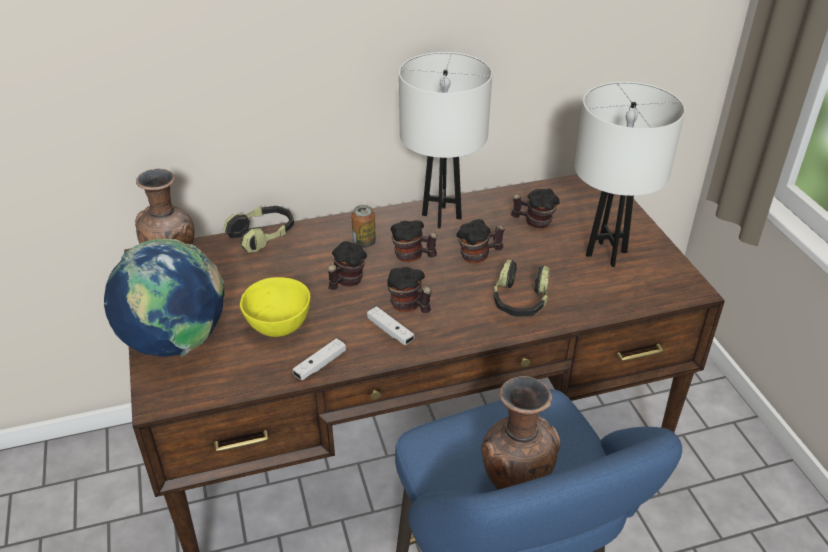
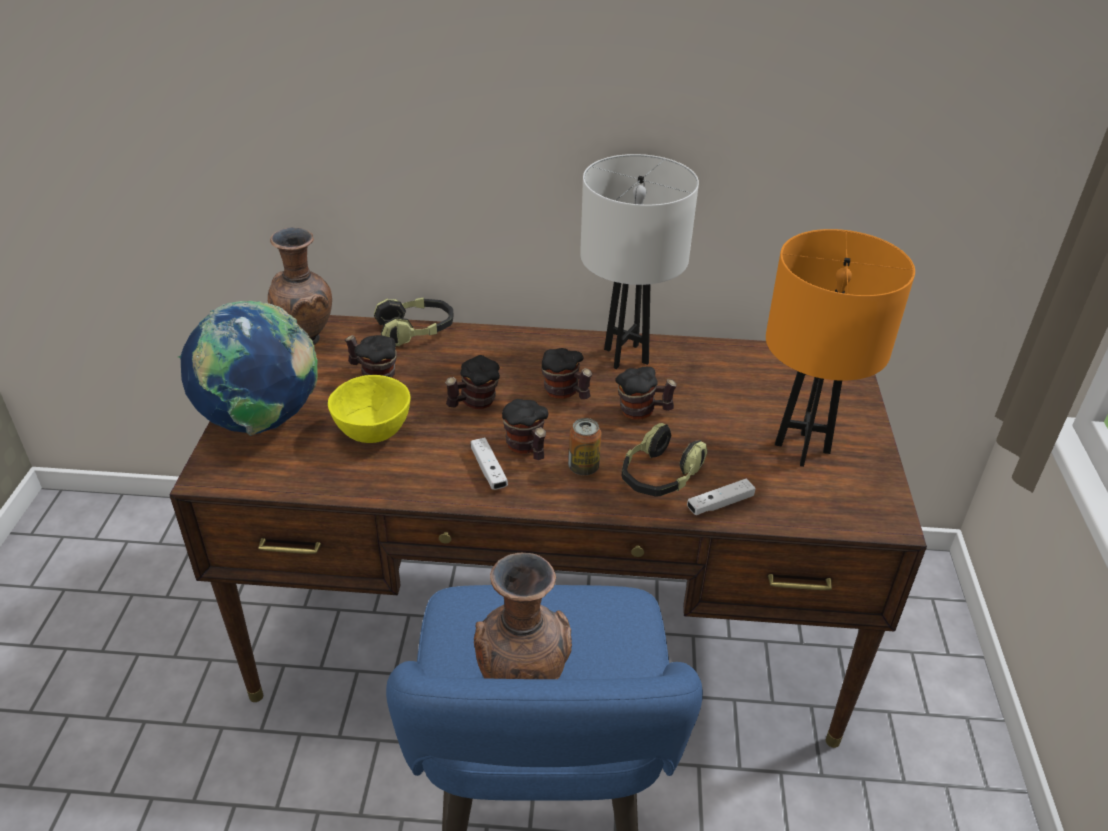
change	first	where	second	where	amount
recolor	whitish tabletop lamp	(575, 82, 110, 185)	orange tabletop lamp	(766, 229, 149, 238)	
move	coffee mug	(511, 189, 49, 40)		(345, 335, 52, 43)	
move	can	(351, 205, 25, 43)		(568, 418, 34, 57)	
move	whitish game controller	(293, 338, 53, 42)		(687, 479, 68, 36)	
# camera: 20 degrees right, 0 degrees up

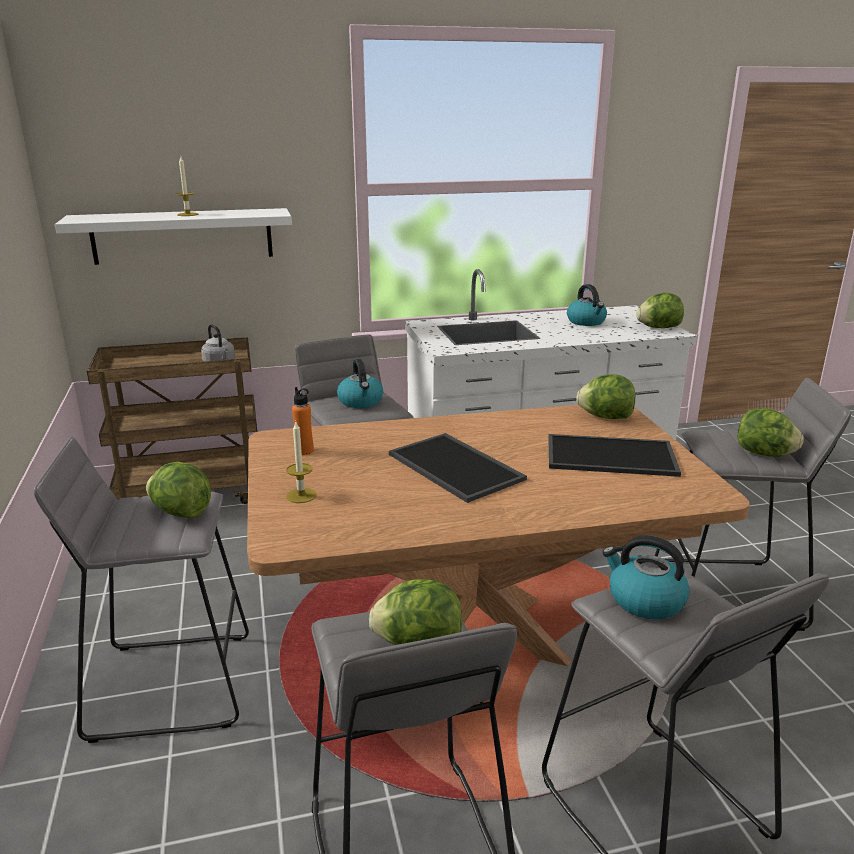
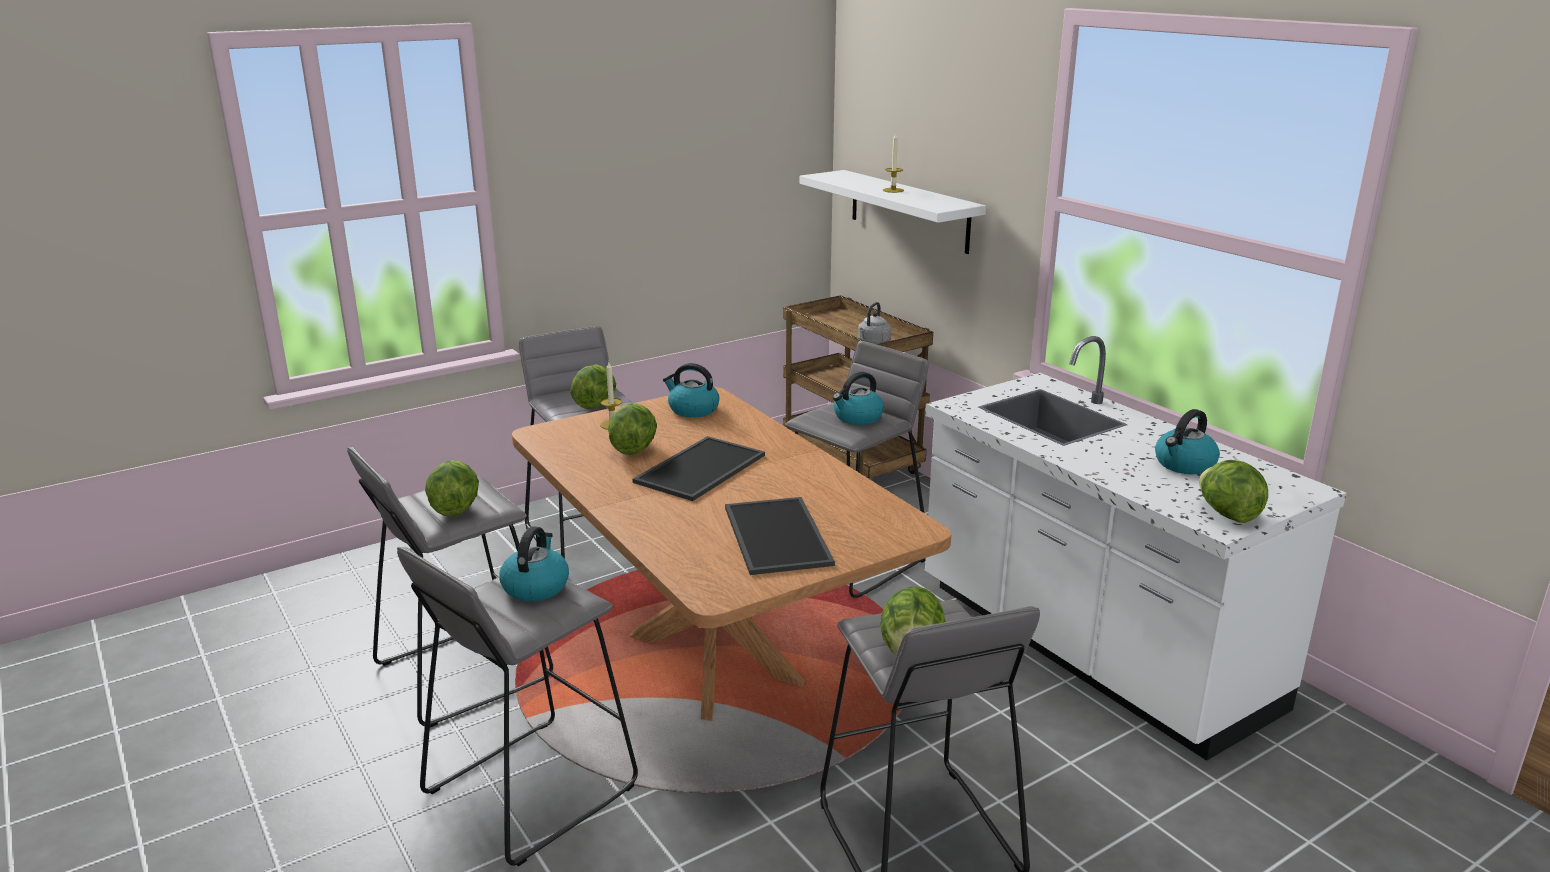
change	first	where	second	where	amount
move	lettuce head	(576, 374, 59, 45)		(608, 403, 49, 52)	
replace	orange beverage bottle	(292, 387, 21, 68)	tea kettle	(663, 363, 56, 55)	
# camera: 70 degrees right, 0 degrees up

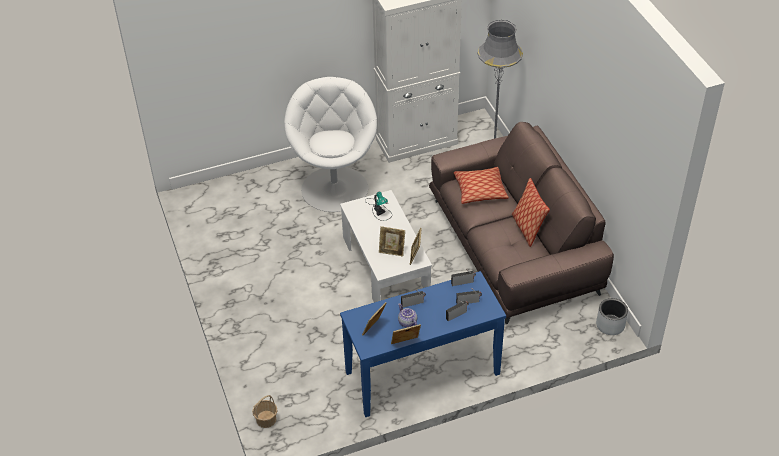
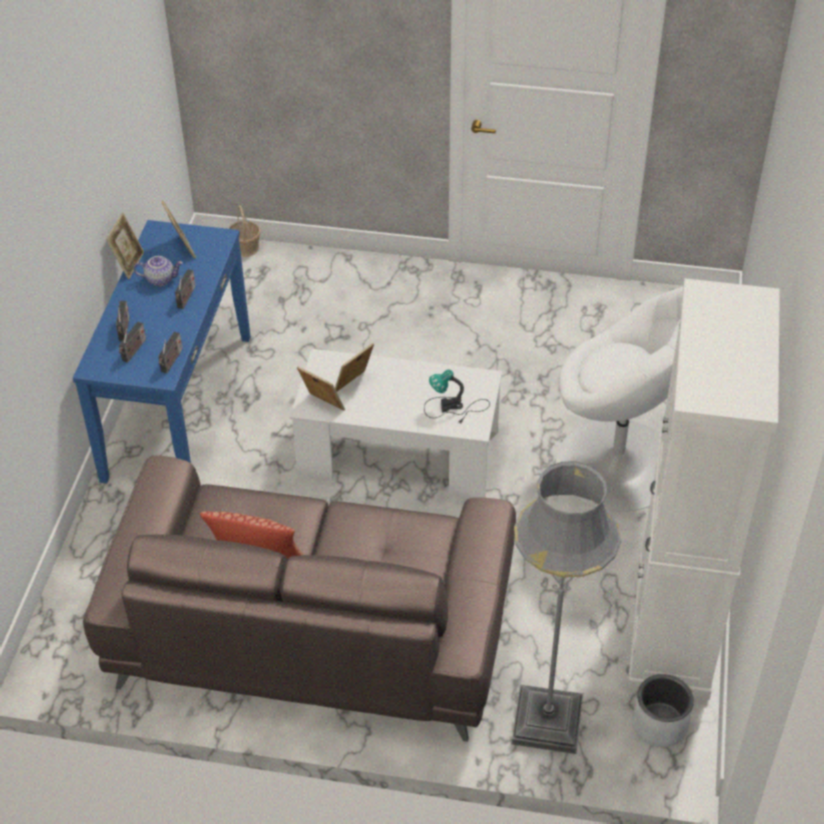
change	first	where	second	where	amount
delete	cushion	(454, 167, 55, 37)			
move	greyish plant pot	(596, 298, 32, 37)		(632, 674, 62, 73)	
# camera: 120 degrees right, 0 degrees up

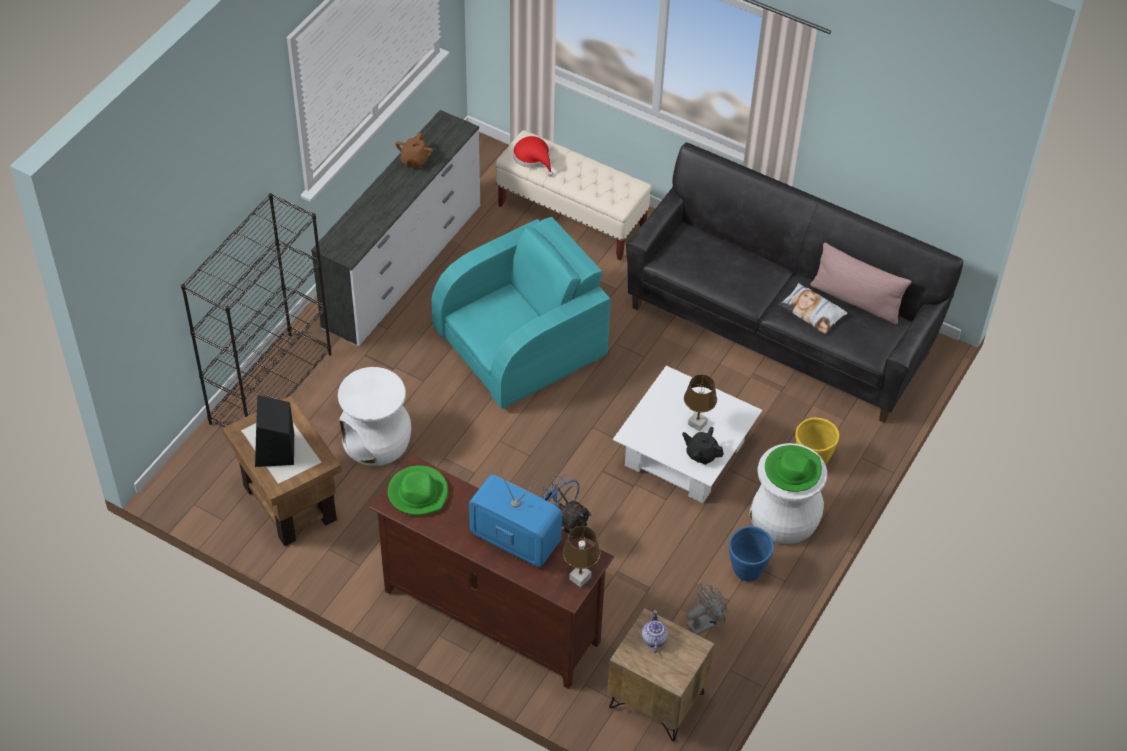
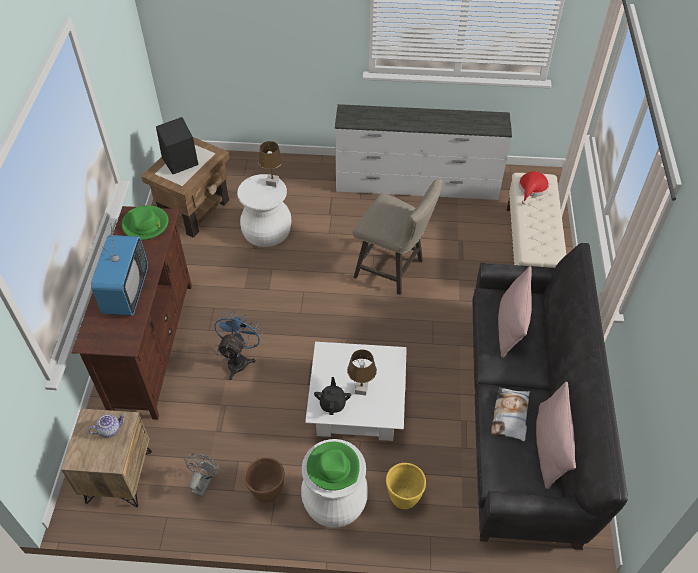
change	first	where	second	where	amount
delete	brown-coloured pot for tea	(395, 133, 38, 35)			
delete	black-coloured bookcase	(181, 193, 151, 234)			
replace	turquoise armchair	(432, 217, 178, 192)	beige stool	(353, 179, 90, 116)	
move	brown-coloured tabletop lamp	(563, 526, 37, 61)		(258, 141, 25, 46)	
recolor	bluish plant pot	(729, 526, 45, 56)	brown-coloured plant pot	(244, 457, 40, 46)	
rotate	greyish cooling fan	(686, 583, 42, 52)		(184, 453, 36, 44)	105 degrees counterclockwise
insert			pink cushion	(498, 266, 34, 92)	
# camera: 65 degrees right, 0 degrees up

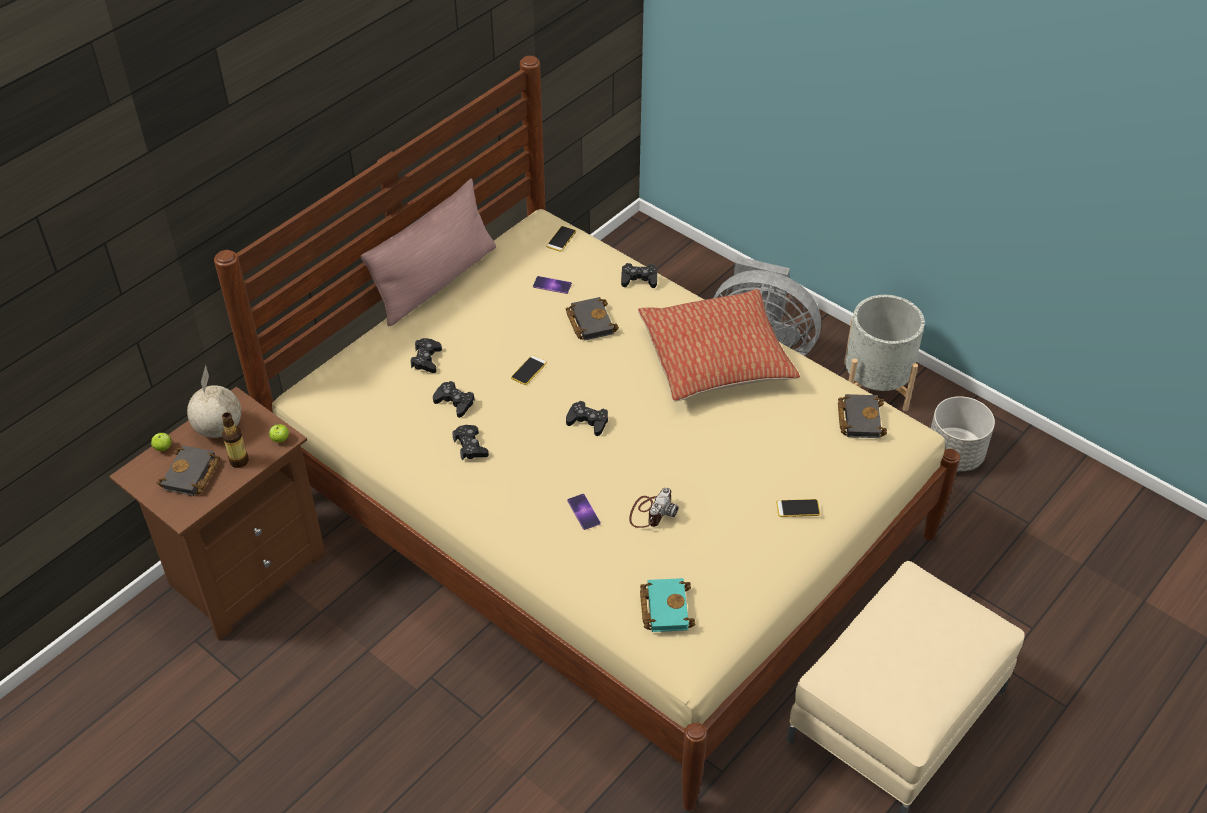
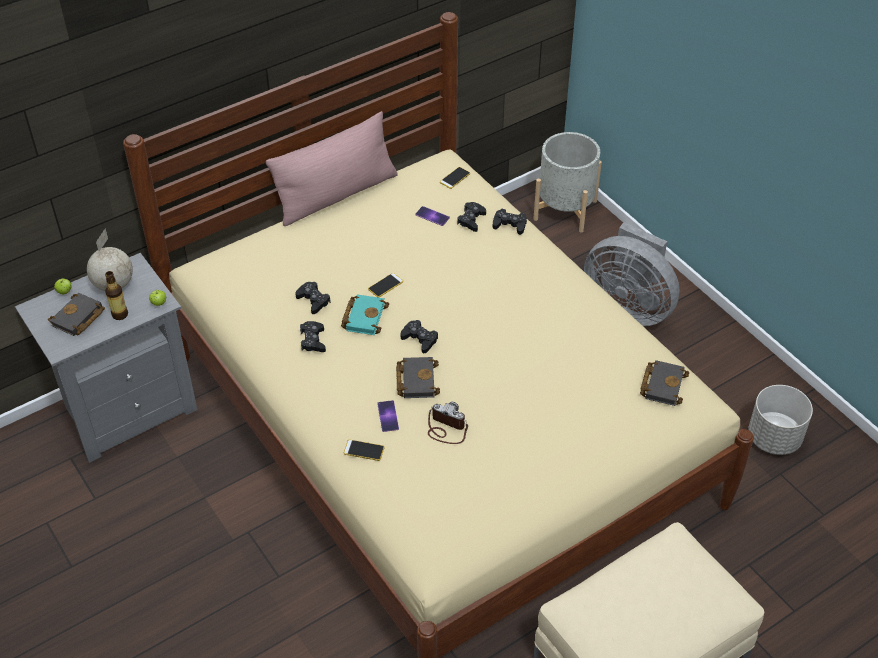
change	first	where	second	where	amount
delete	cushion	(638, 289, 162, 112)			
move	greyish plant pot	(844, 295, 81, 116)		(533, 132, 69, 100)	
move	black-coloured book	(566, 297, 53, 43)		(396, 357, 44, 41)	
move	black-coloured game controller	(411, 338, 31, 35)		(457, 202, 29, 30)	
recolor	brown-coloured night table	(109, 387, 217, 254)	greyish night table	(15, 253, 183, 210)	
rotate	photo camera	(629, 488, 49, 40)		(428, 402, 40, 42)	105 degrees counterclockwise
move	telephone	(776, 499, 44, 18)		(344, 440, 40, 21)	
move	turquoise book	(640, 578, 55, 54)		(341, 294, 48, 41)	
# camera: 15 degrees right, 0 degrees up

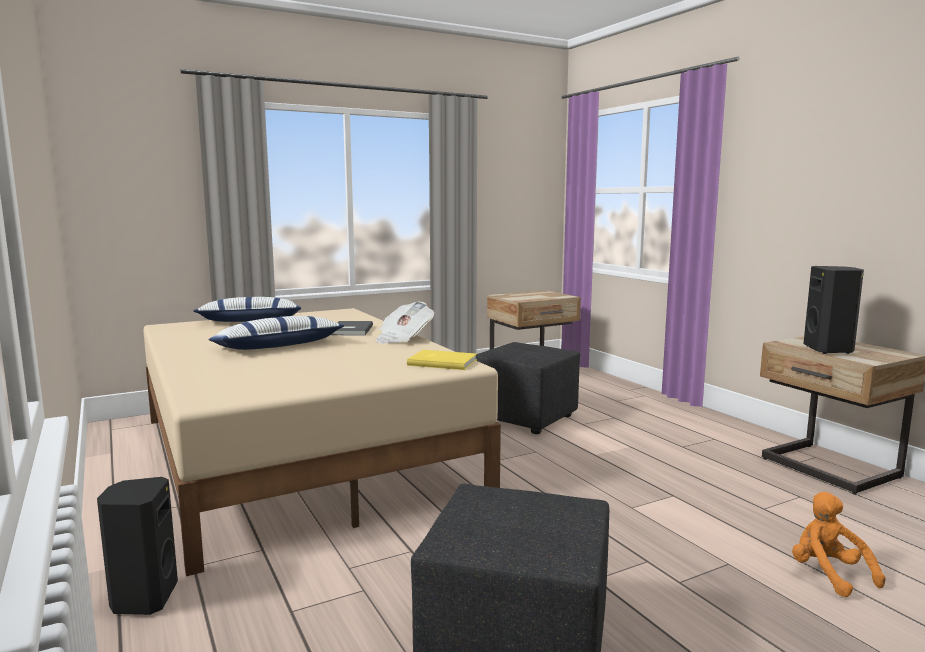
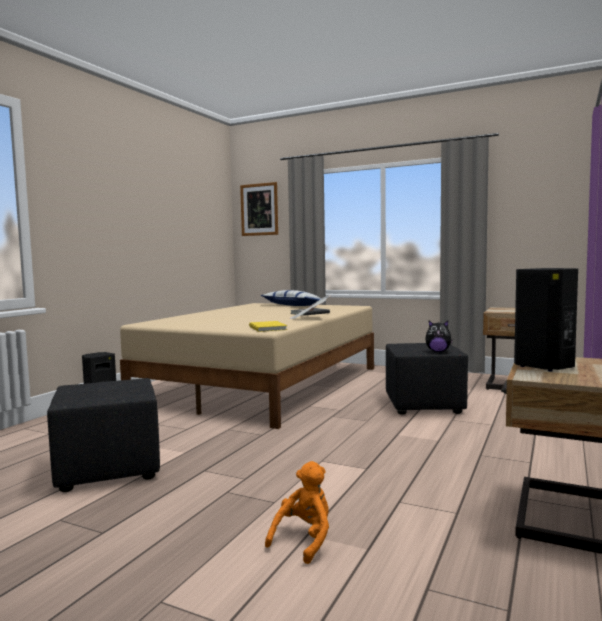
change	first	where	second	where	amount
delete	cushion	(209, 316, 135, 34)			
insert			wall art	(240, 182, 38, 54)	
insert			plush toy	(425, 321, 28, 31)	
# camera: 55 degrees right, 5 degrees down

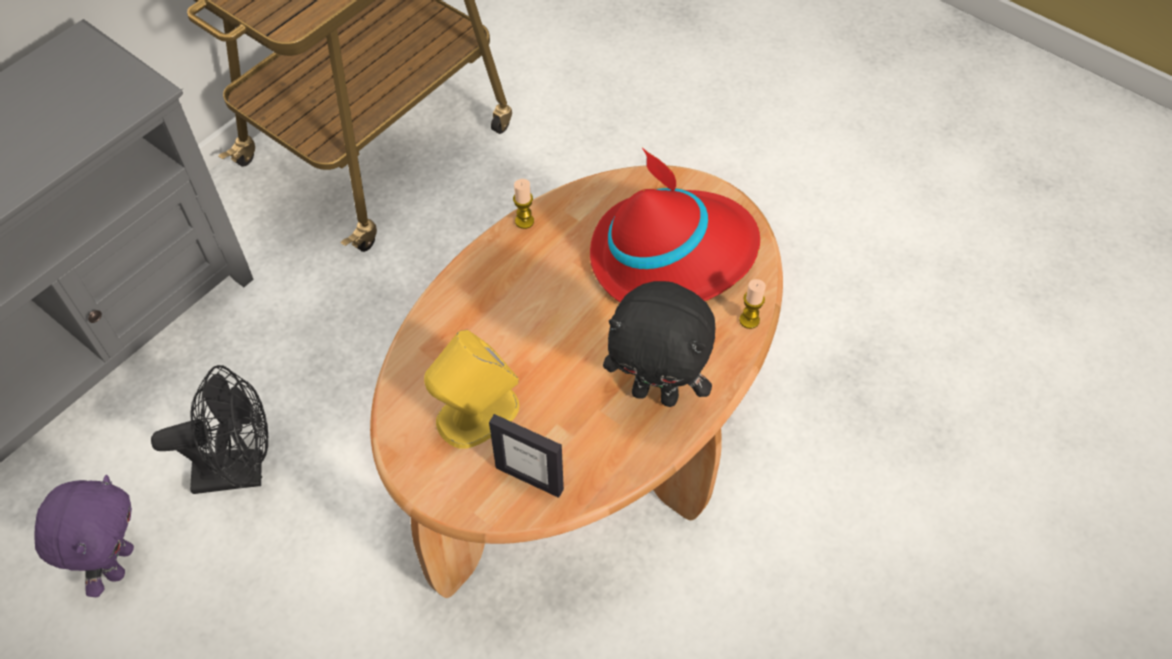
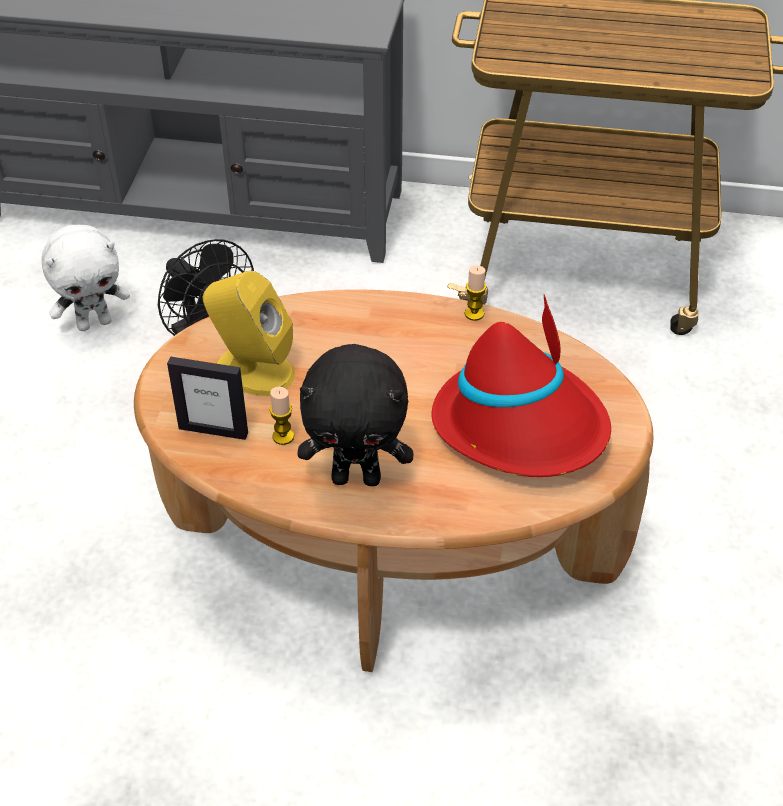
change	first	where	second	where	amount
move	wax candle	(739, 279, 27, 50)		(270, 387, 24, 58)	
rotate	black-coloured plush toy	(603, 281, 112, 126)		(297, 344, 117, 142)	75 degrees counterclockwise
rotate	picture frame	(489, 414, 75, 84)		(167, 357, 81, 83)	75 degrees counterclockwise
recolor	purple plush toy	(34, 475, 100, 122)	whitish plush toy	(41, 225, 89, 106)	
# camera: 60 degrees right, 10 degrees down

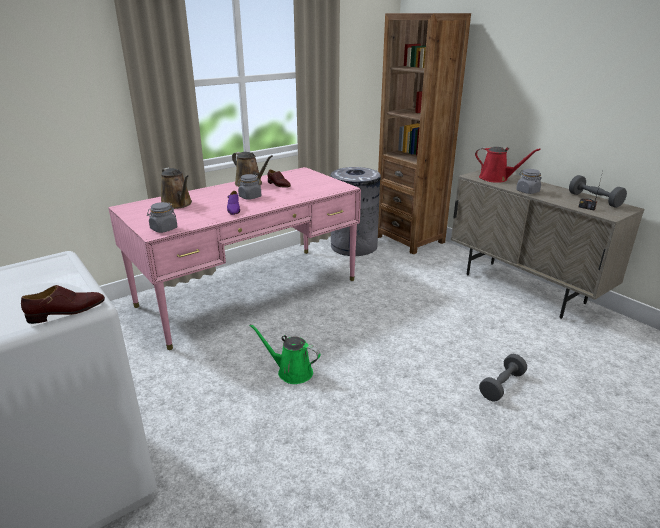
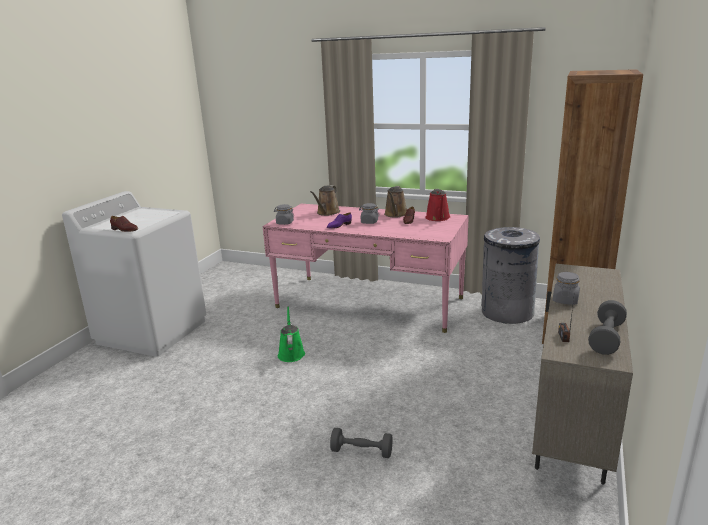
change	first	where	second	where	amount
move	red sprinkling can	(475, 147, 66, 36)		(426, 189, 24, 32)	
# camera: 60 degrees right, 5 degrees down

